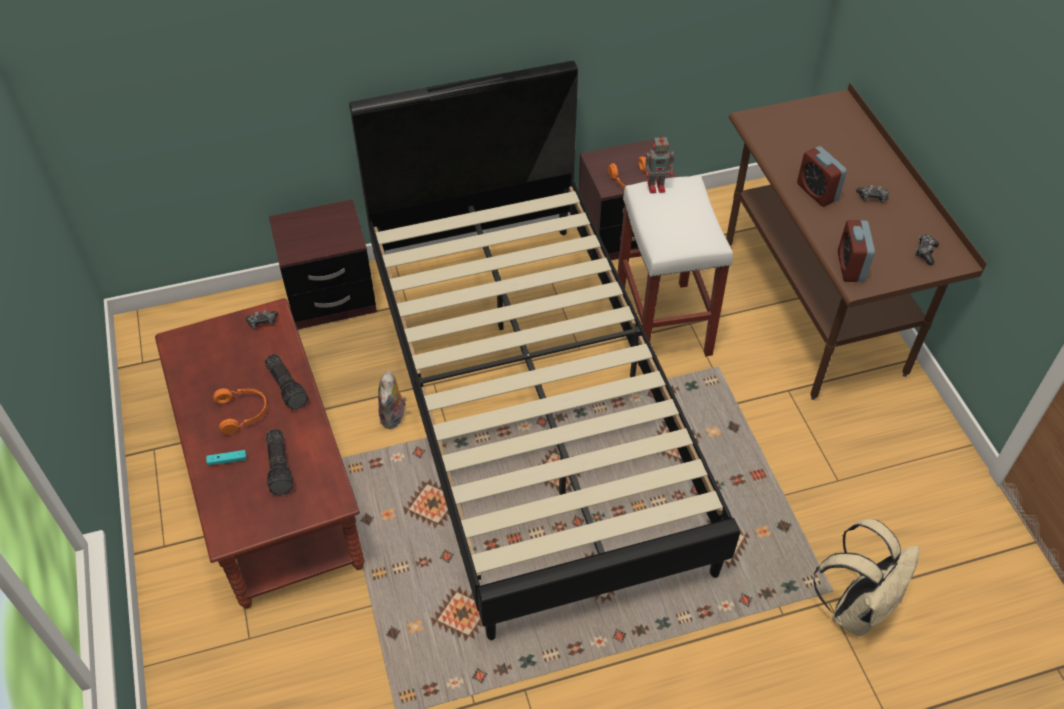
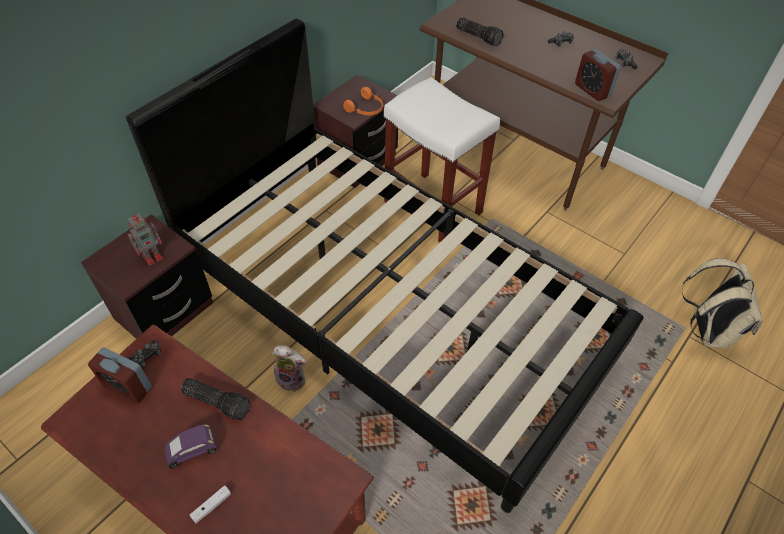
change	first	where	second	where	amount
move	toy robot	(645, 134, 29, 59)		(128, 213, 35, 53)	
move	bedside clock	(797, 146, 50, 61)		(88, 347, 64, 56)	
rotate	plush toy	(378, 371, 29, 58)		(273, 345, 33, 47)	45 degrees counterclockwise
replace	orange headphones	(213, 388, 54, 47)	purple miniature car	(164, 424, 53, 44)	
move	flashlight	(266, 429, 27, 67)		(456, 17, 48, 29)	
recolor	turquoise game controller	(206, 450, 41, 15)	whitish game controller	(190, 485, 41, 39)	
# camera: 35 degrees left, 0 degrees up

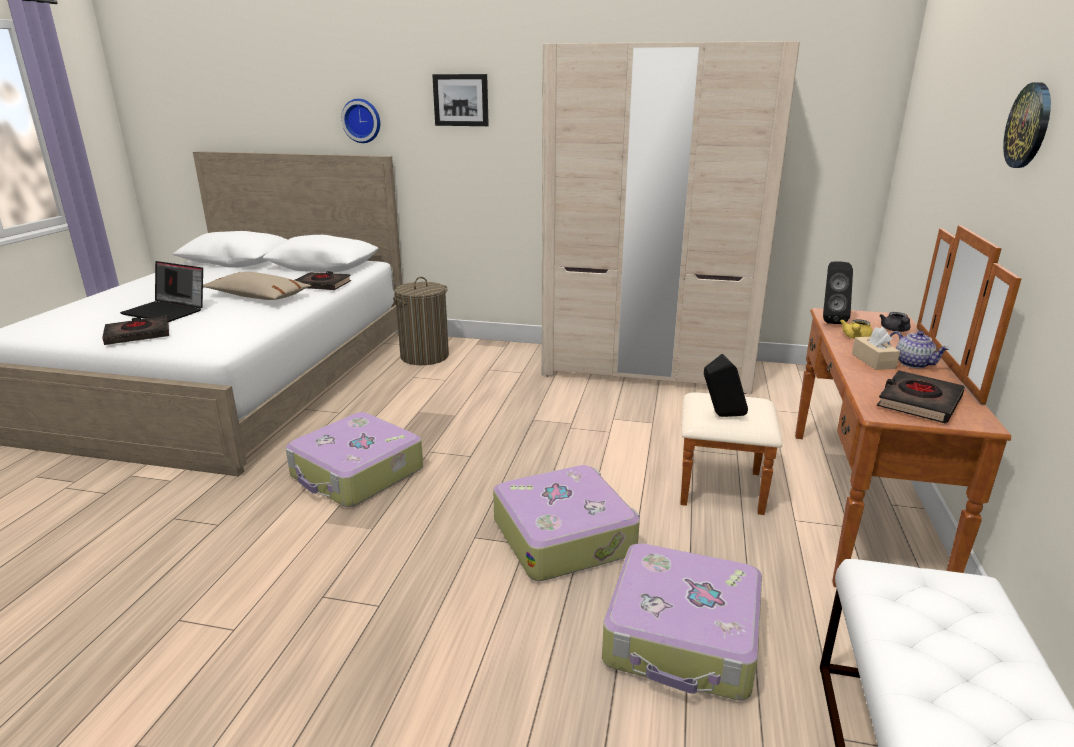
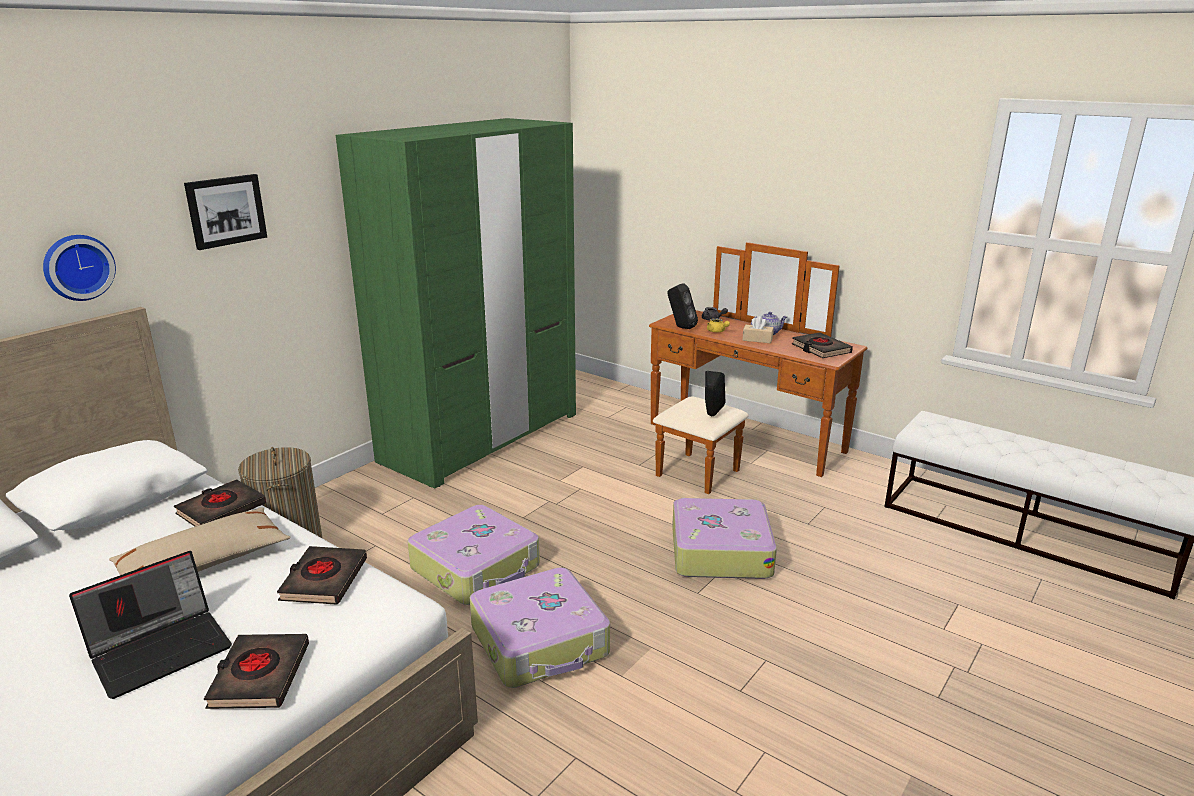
change	first	where	second	where	amount
recolor	beige wardrobe	(542, 41, 258, 353)	green-coloured wardrobe	(336, 118, 240, 370)	
delete	wall clock	(1003, 82, 48, 86)			
move	piece of luggage	(602, 544, 160, 157)		(408, 505, 132, 100)	
insert			black-coloured book	(277, 546, 90, 59)	
# camera: 65 degrees left, 0 degrees up

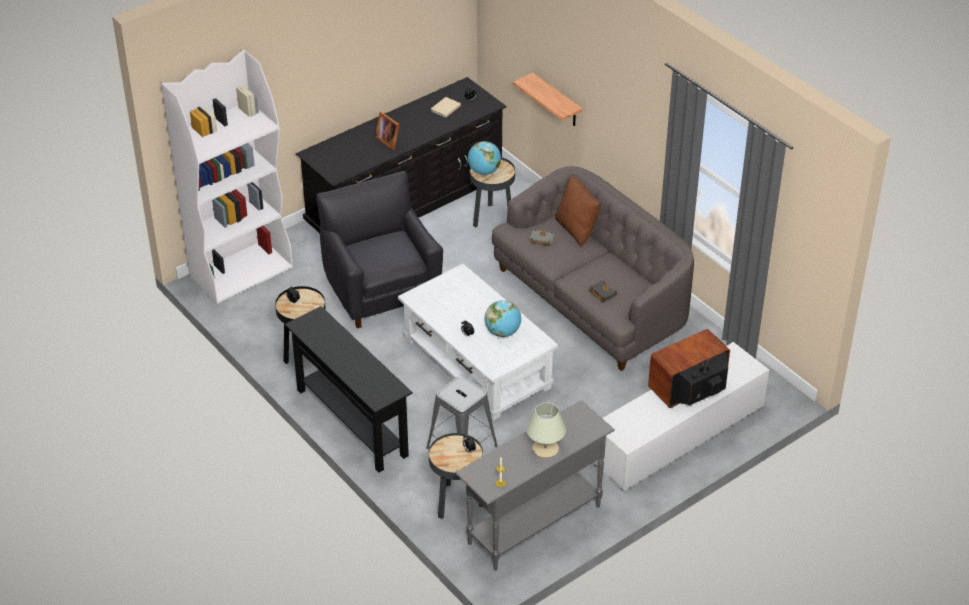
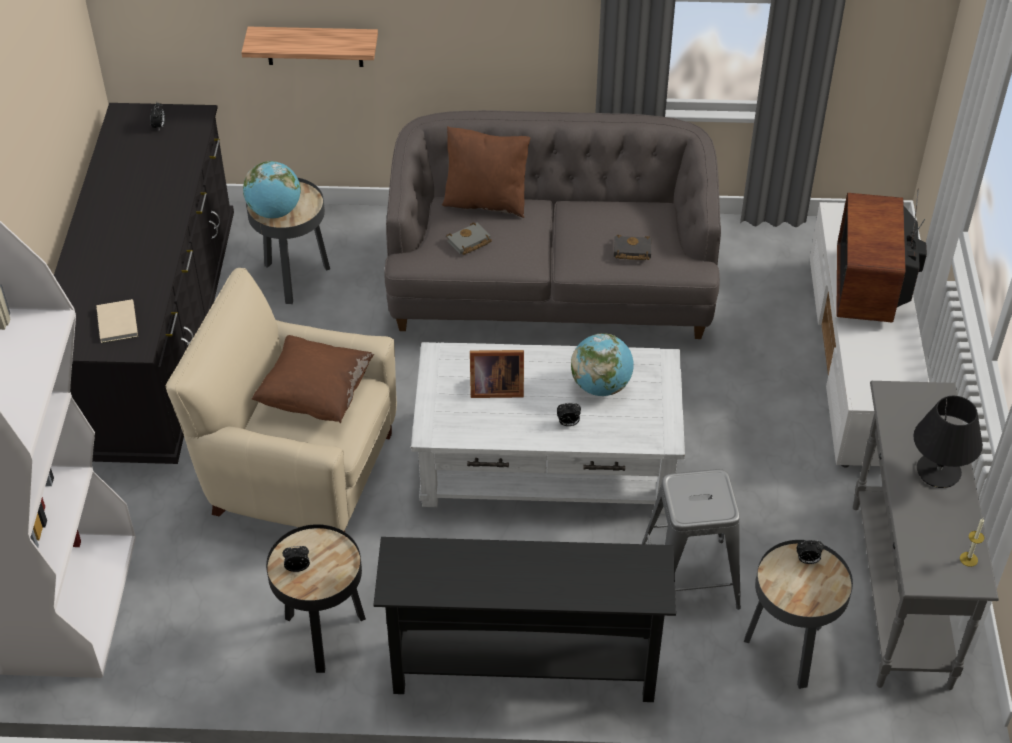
change	first	where	second	where	amount
move	beige book	(431, 97, 30, 21)		(96, 299, 42, 44)	
move	picture frame	(375, 112, 25, 38)		(470, 350, 54, 48)	
recolor	black-coloured armchair	(316, 171, 127, 157)	beige armchair	(166, 268, 231, 264)	
recolor	beige tabletop lamp	(526, 402, 40, 56)	black-coloured tabletop lamp	(914, 396, 69, 92)	
insert			brown-coloured cushion	(252, 335, 122, 88)	
# camera: 50 degrees left, 5 degrees up

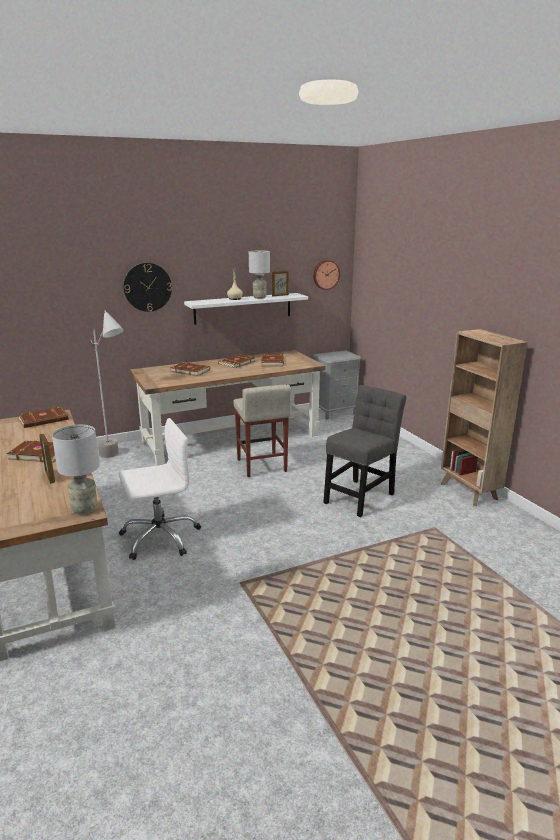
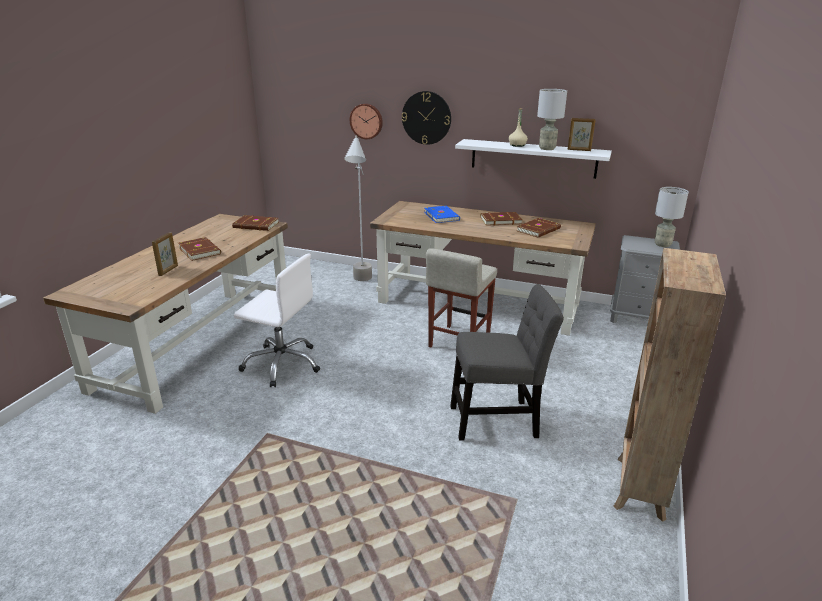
change	first	where	second	where	amount
move	wall clock	(313, 260, 27, 30)		(350, 103, 33, 36)	
recolor	brown-coloured book	(170, 362, 40, 14)	bluish book	(424, 206, 36, 17)	
move	greyish tabletop lamp	(52, 425, 48, 90)		(654, 187, 35, 60)	
# camera: 45 degrees right, 5 degrees up

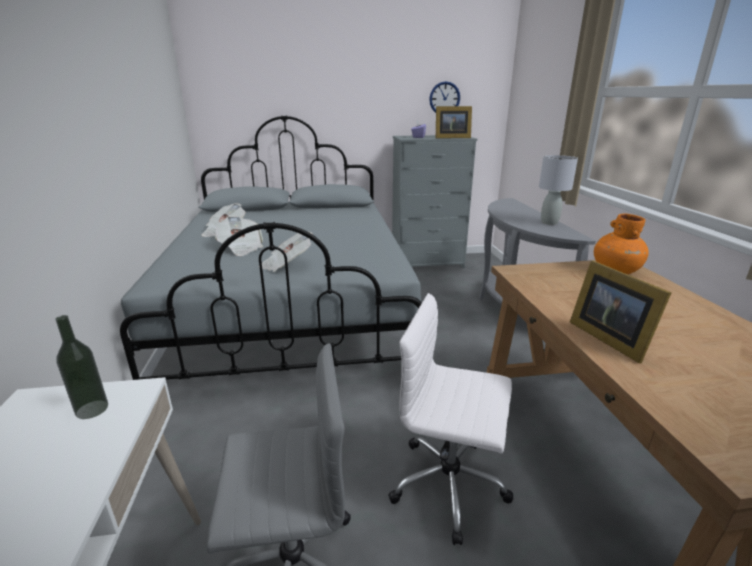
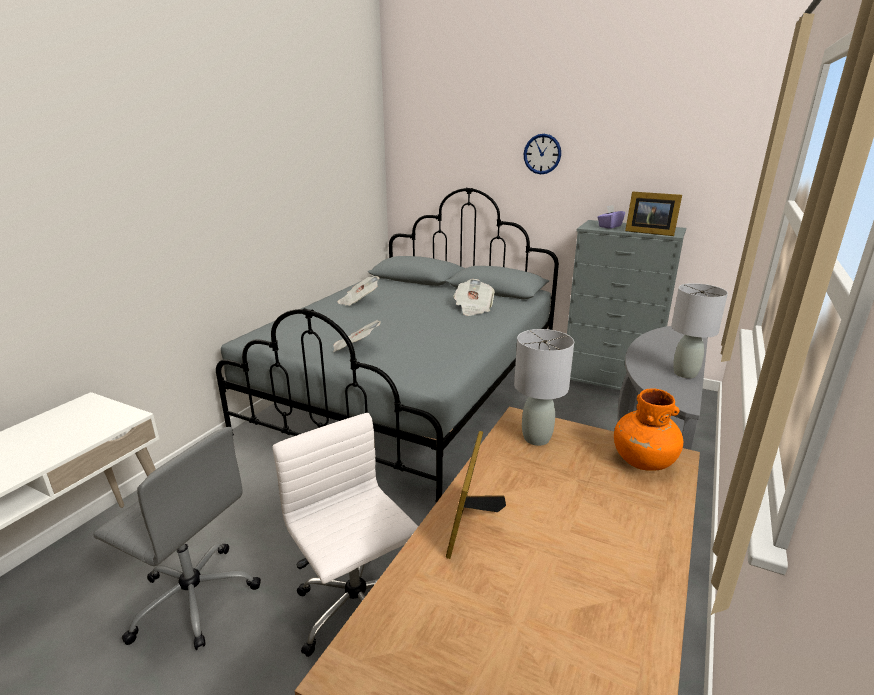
change	first	where	second	where	amount
move	wall clock	(429, 81, 31, 32)		(524, 134, 37, 40)	
move	daily paper	(215, 216, 48, 40)		(453, 279, 42, 37)	
delete	beverage bottle	(55, 315, 53, 104)			
insert			greyish tabletop lamp	(514, 329, 60, 117)	
# camera: 35 degrees right, 0 degrees up

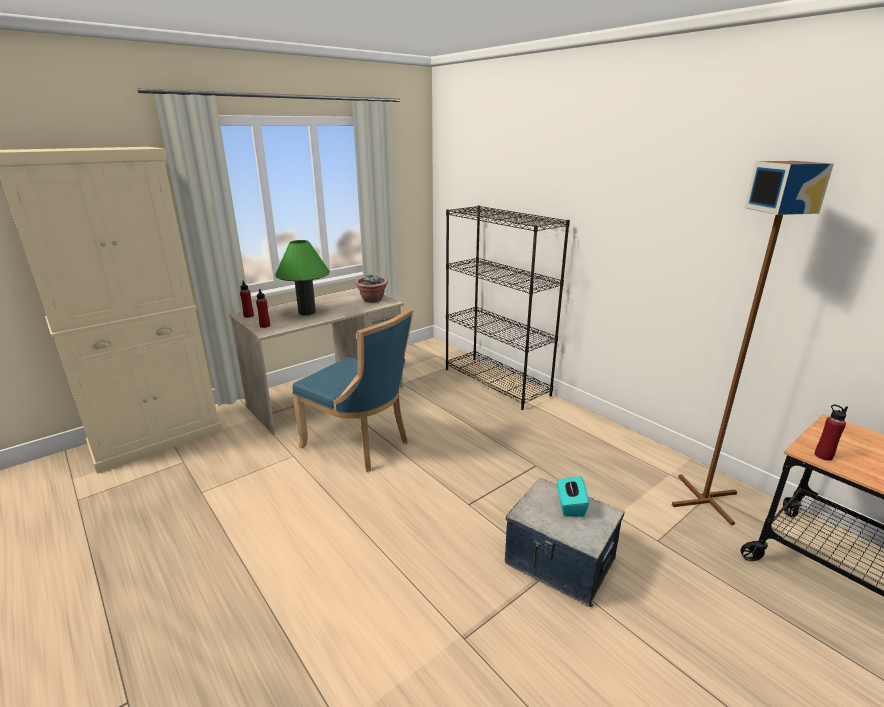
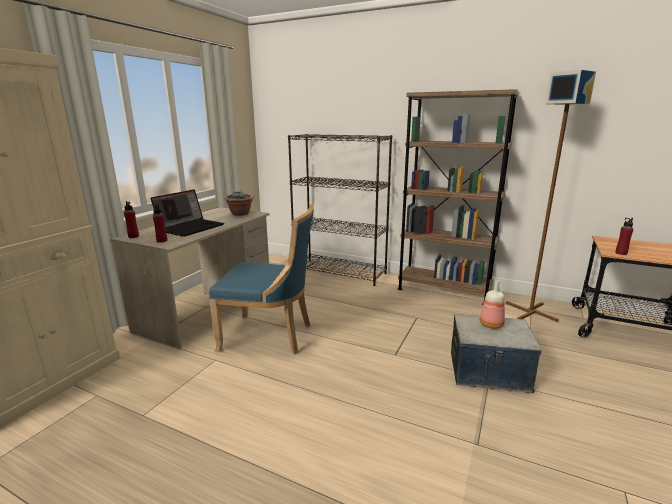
change	first	where	second	where	amount
replace	green-coloured tabletop lamp	(275, 240, 55, 75)	laptop	(151, 190, 73, 47)	
replace	turquoise tissue box	(557, 476, 32, 41)	beverage bottle	(480, 280, 25, 49)	
insert			brown-coloured bookcase	(398, 89, 121, 216)	
# camera: 25 degrees left, 5 degrees down

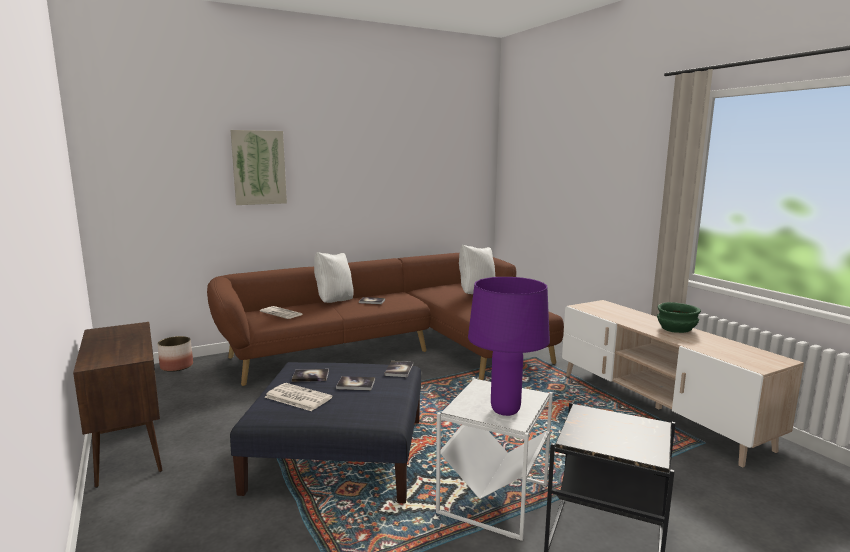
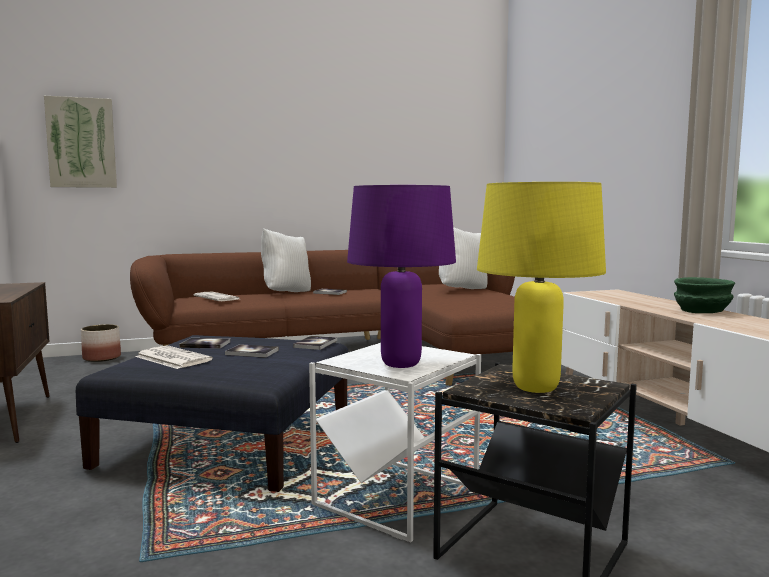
change	first	where	second	where	amount
move	wall art	(230, 130, 57, 75)		(44, 96, 73, 92)	
insert			yellow-coloured tabletop lamp	(477, 182, 129, 211)	
# camera: 10 degrees right, 5 degrees down

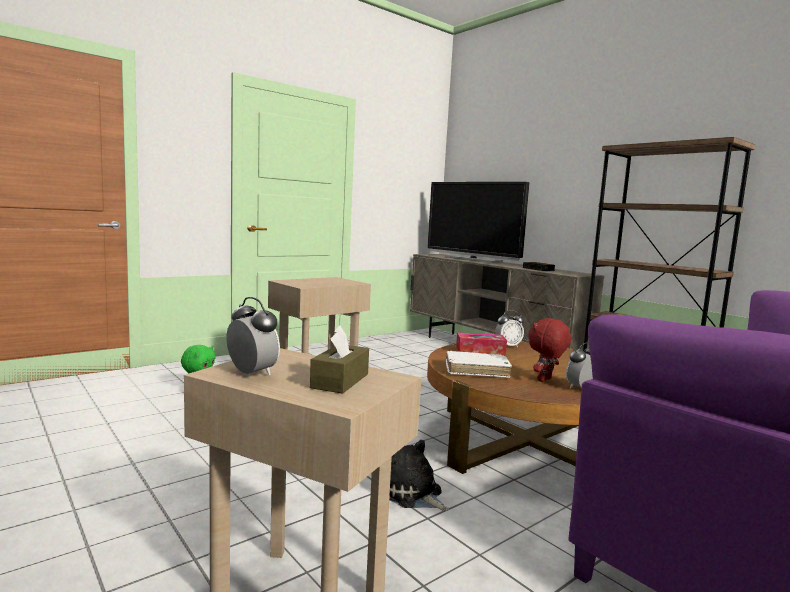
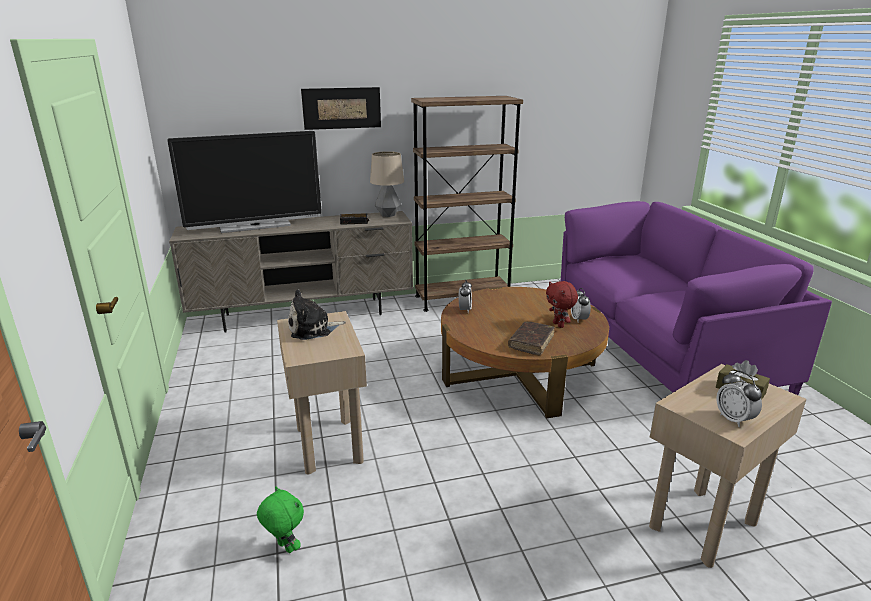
change	first	where	second	where	amount
rotate	bedside clock	(227, 297, 53, 79)		(716, 371, 46, 56)	90 degrees counterclockwise
delete	tissue box	(456, 332, 51, 24)			
recolor	whitish book	(446, 351, 66, 27)	brown-coloured book	(508, 322, 47, 33)	
move	plush toy	(389, 440, 60, 71)		(288, 289, 58, 51)	
insert			wall art	(301, 87, 80, 43)	
insert			tabletop lamp	(370, 151, 34, 66)	
# camera: 65 degrees left, 15 degrees up

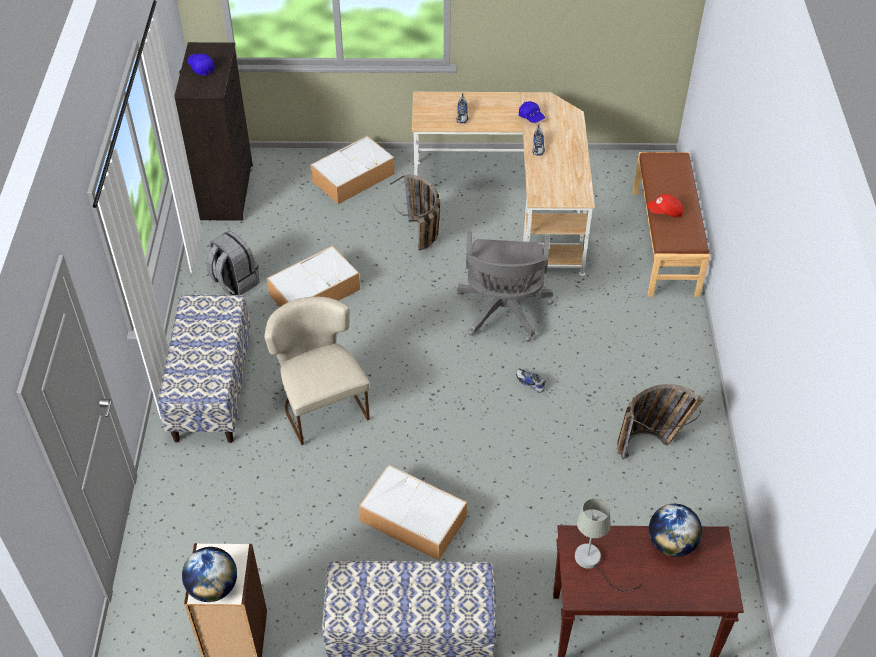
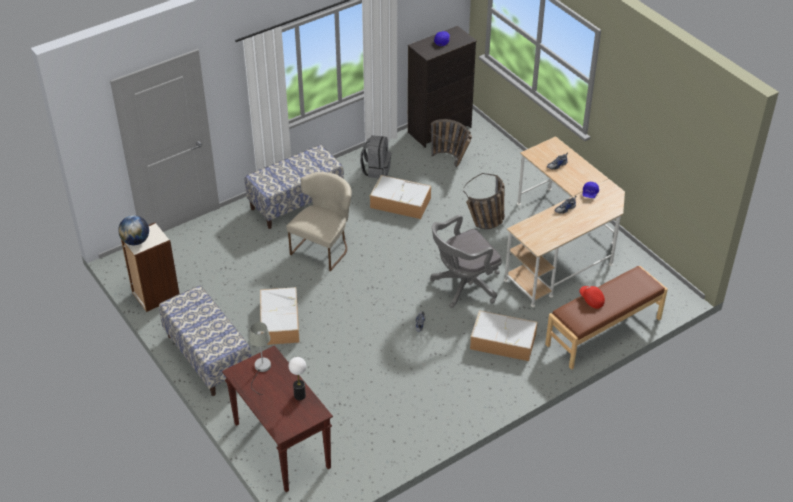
change	first	where	second	where	amount
move	storage container	(310, 136, 85, 68)		(470, 310, 68, 51)	
move	basket	(617, 384, 86, 76)		(430, 119, 42, 48)	
replace	world globe	(649, 504, 53, 53)	tabletop lamp	(289, 357, 17, 43)	
# camera: 55 degrees right, 5 degrees down

